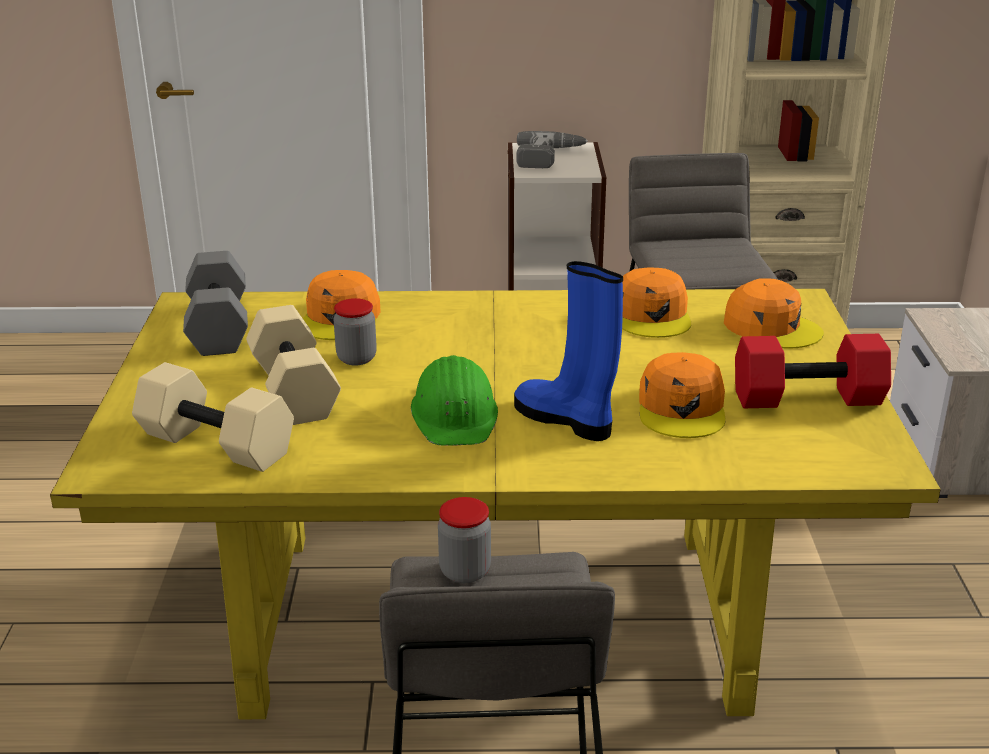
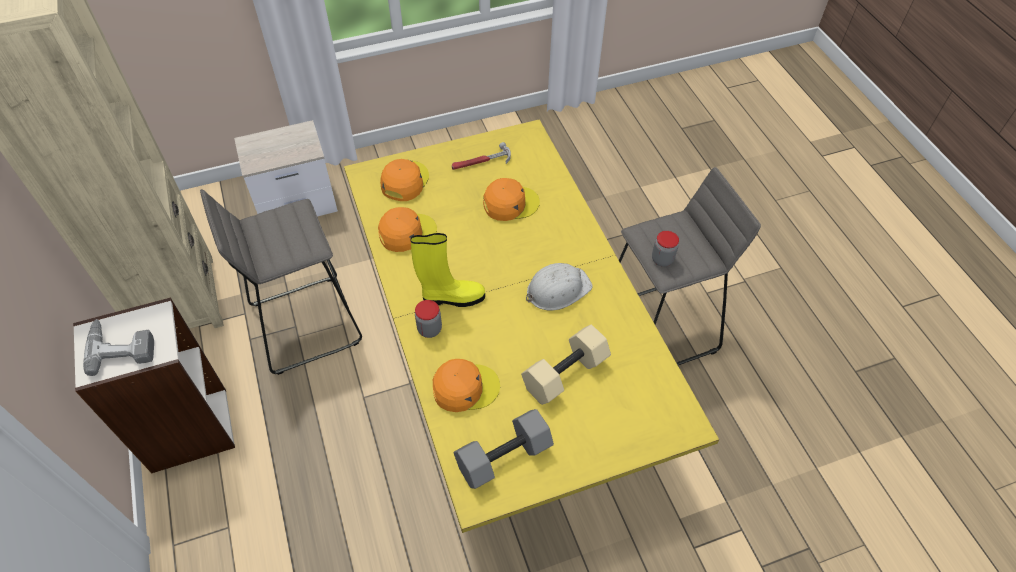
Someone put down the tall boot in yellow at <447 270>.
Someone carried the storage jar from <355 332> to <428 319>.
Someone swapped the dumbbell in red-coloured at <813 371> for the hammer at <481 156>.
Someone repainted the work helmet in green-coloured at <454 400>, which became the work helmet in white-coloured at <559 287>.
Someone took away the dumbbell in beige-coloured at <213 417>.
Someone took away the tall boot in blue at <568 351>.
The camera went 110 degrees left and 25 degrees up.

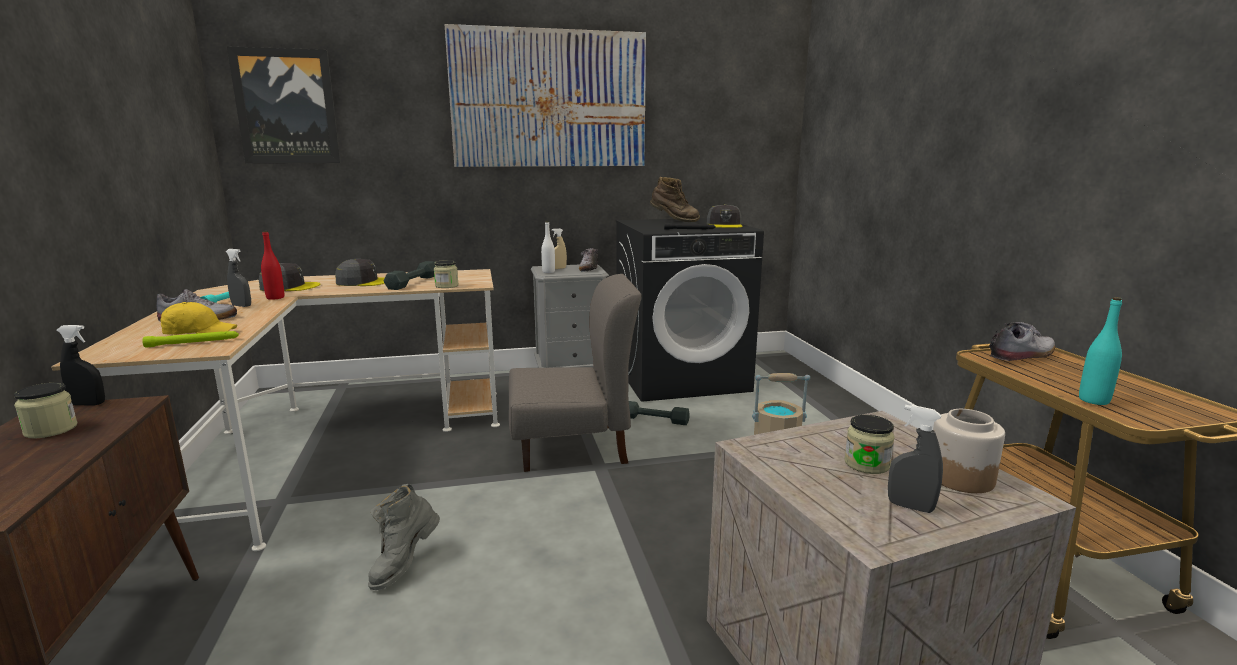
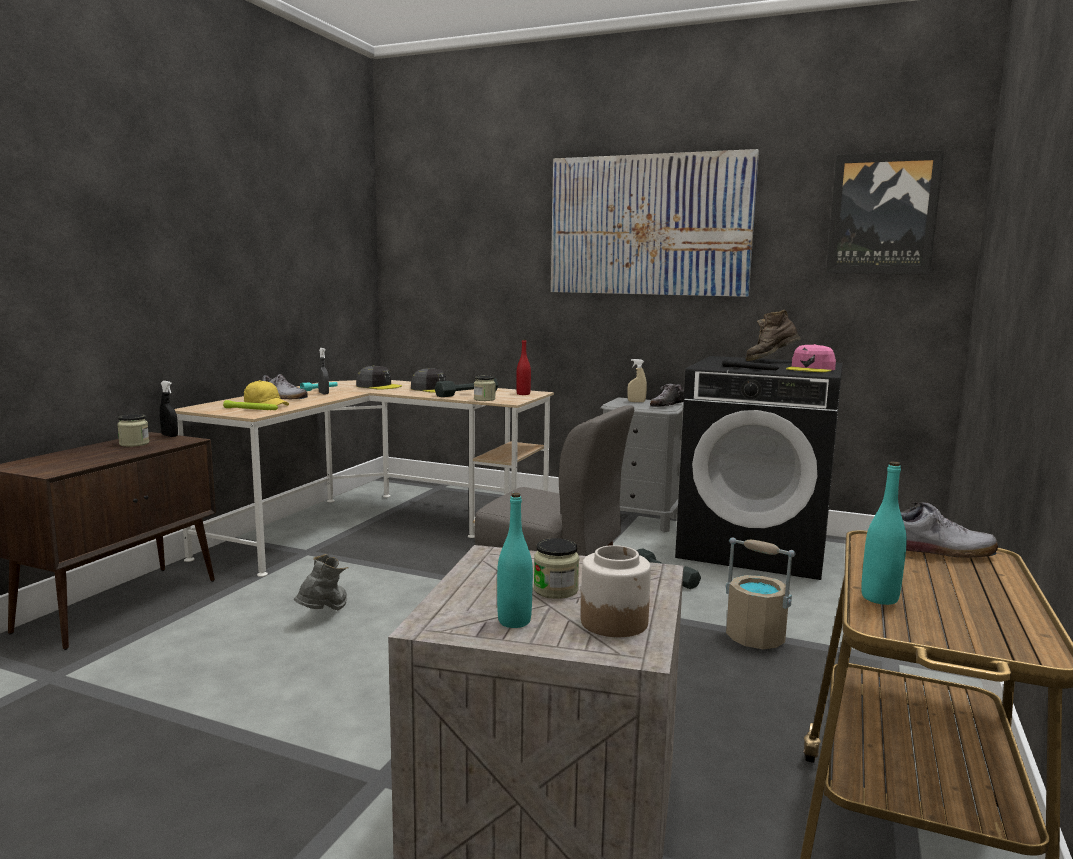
Someone rotated the tall boot in greyish at <404 537> by 135 degrees clockwise.
Someone swapped the hand sprayer in greyish at <915 459> for the drink bottle in blue-green at <515 560>.
Someone carried the drink bottle in red-coloured from <272 265> to <523 367>.
Someone rotated the tall boot in brown at <675 199> by 105 degrees clockwise.
Someone repainted the baseball cap in greyish at <725 216>, which became the baseball cap in pink-coloured at <811 358>.
Someone carried the wall picture from <284 104> to <885 212>.
Someone took away the drink bottle in white-coloured at <548 247>.
The camera went 35 degrees right and 5 degrees down.

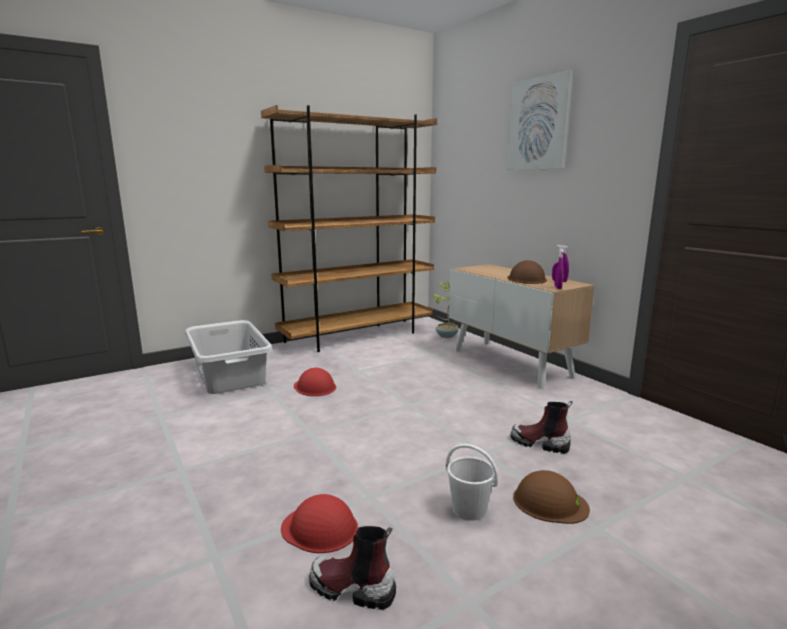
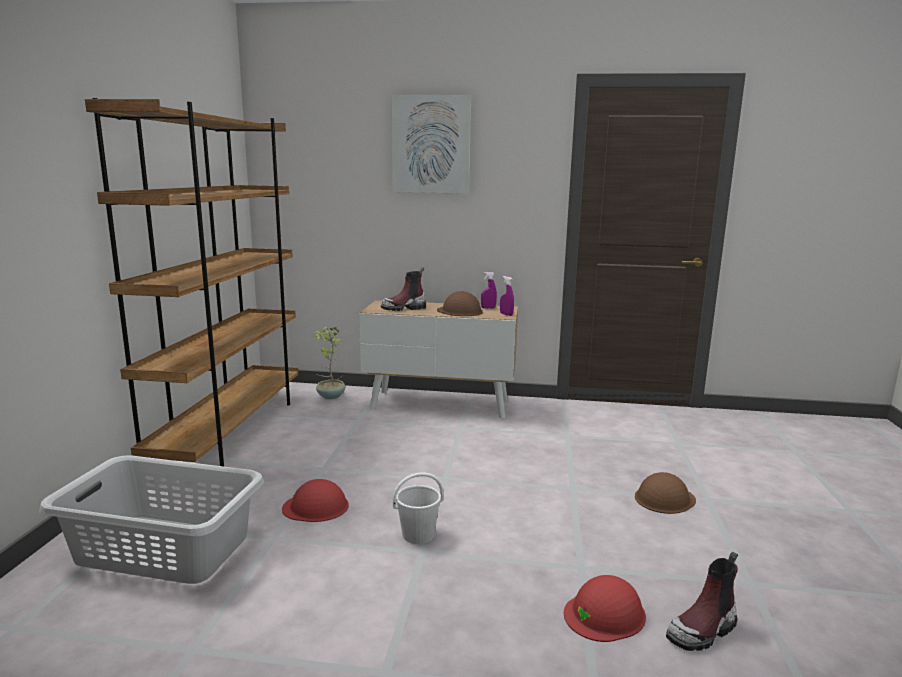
Someone carried the tall boot from <542 427> to <403 289>.
Someone carried the bucket in white-coloured from <472 482> to <418 508>.
The camera went 50 degrees left and 0 degrees up.

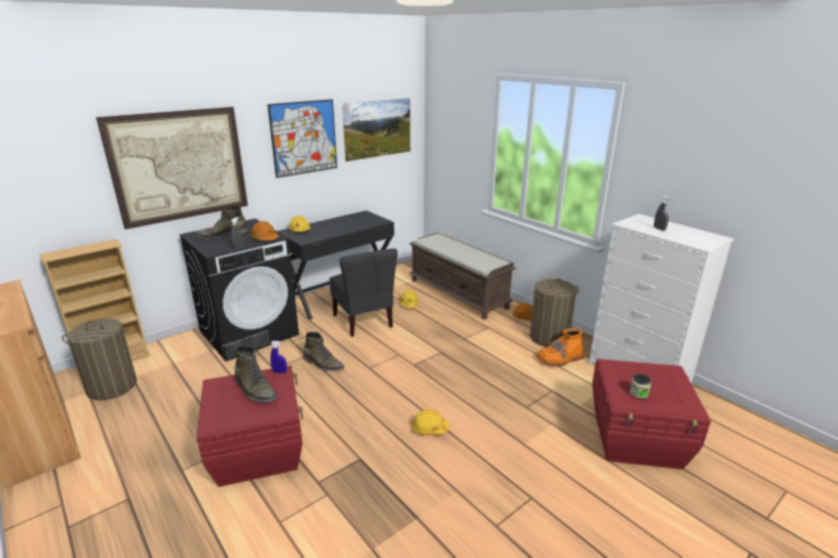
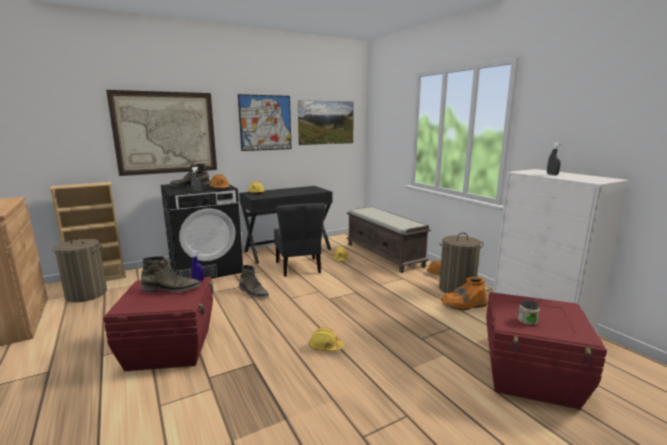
Someone rotated the tall boot in green-coloured at <256 374> by 60 degrees counterclockwise.
The camera went 10 degrees right and 10 degrees down.

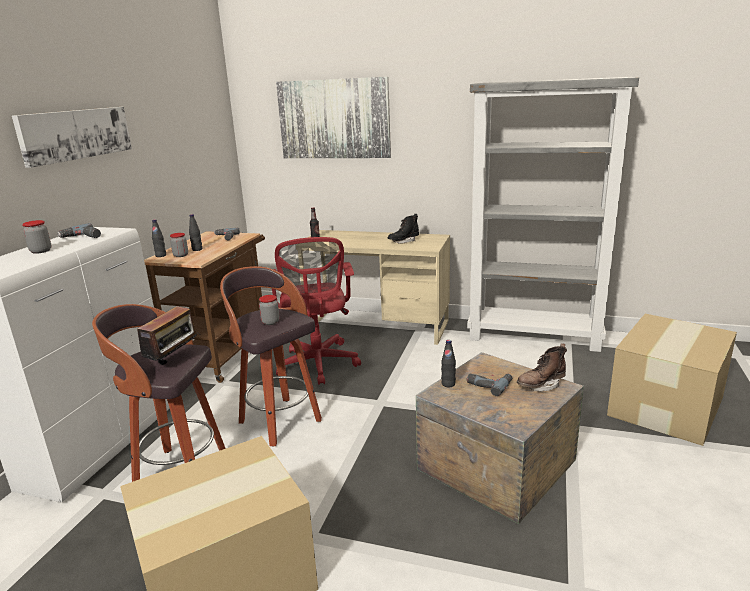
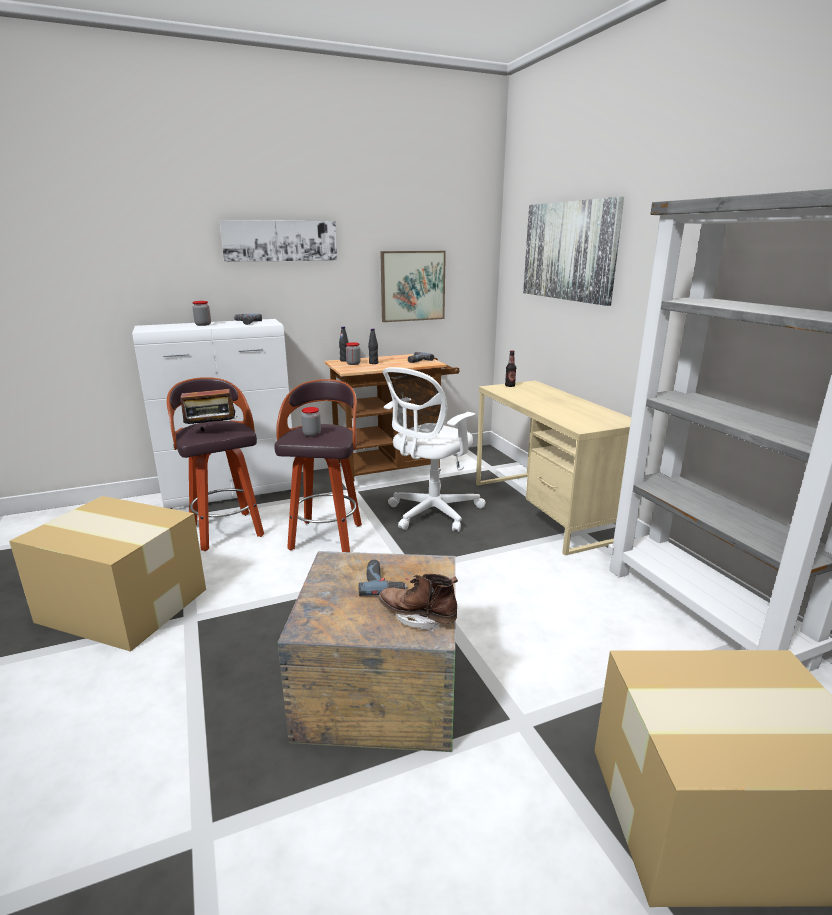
Someone put up the wall picture at <413 286>.
Someone repainted the computer chair in red-coloured at <316 311>, which became the computer chair in white-coloured at <434 449>.
Someone took away the tall boot in black-coloured at <403 228>.
Someone took away the drink bottle in black-coloured at <448 363>.
The camera went 50 degrees right and 0 degrees up.

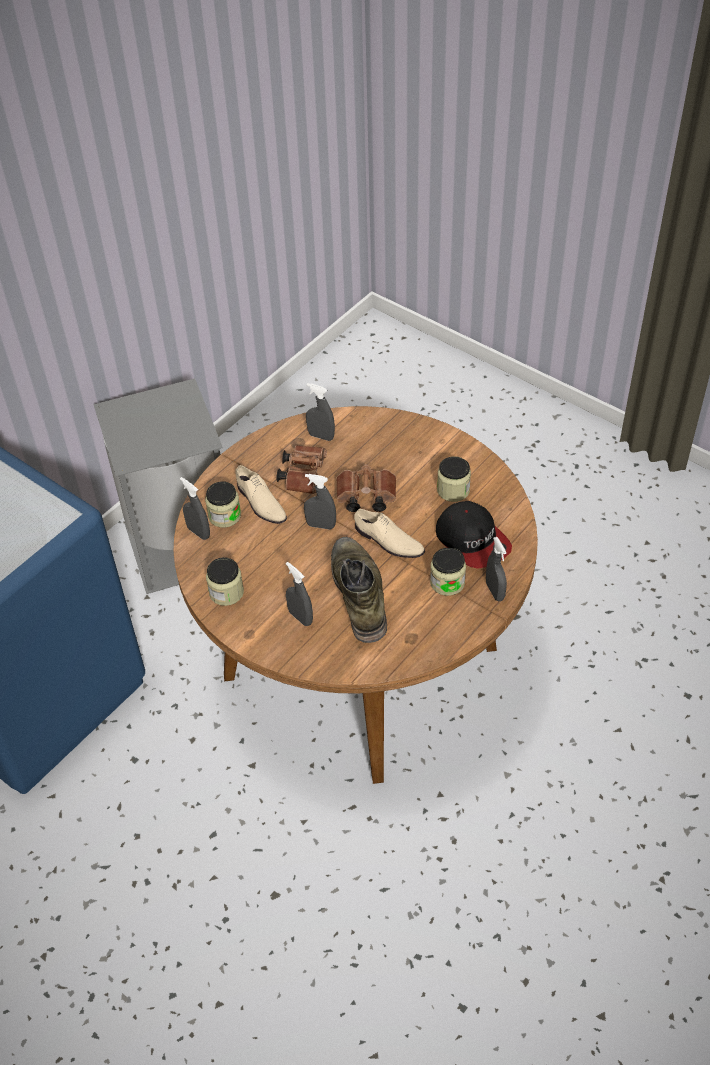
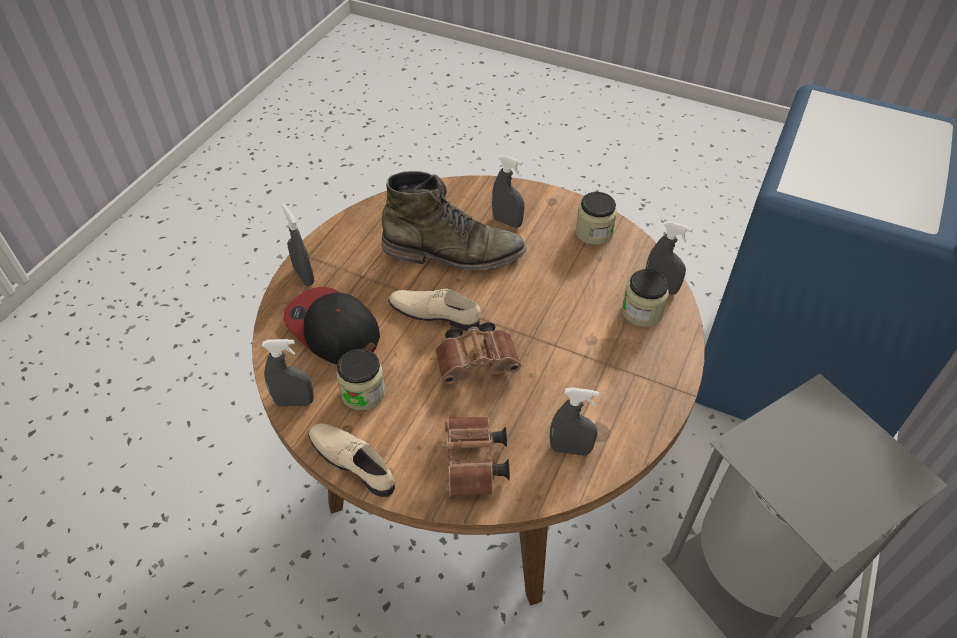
Someone carried the hand sprayer in greyish from <320 502> to <288 372>.
Someone carried the low shoe in beige-coloured from <261 494> to <351 460>.
Someone rotated the tall boot in green-coloured at <359 590> by 60 degrees counterclockwise.
Someone carried the field glasses in brown from <301 469> to <476 457>.
Someone took away the storage jar at <448 572>.
The camera went 165 degrees right and 0 degrees up.

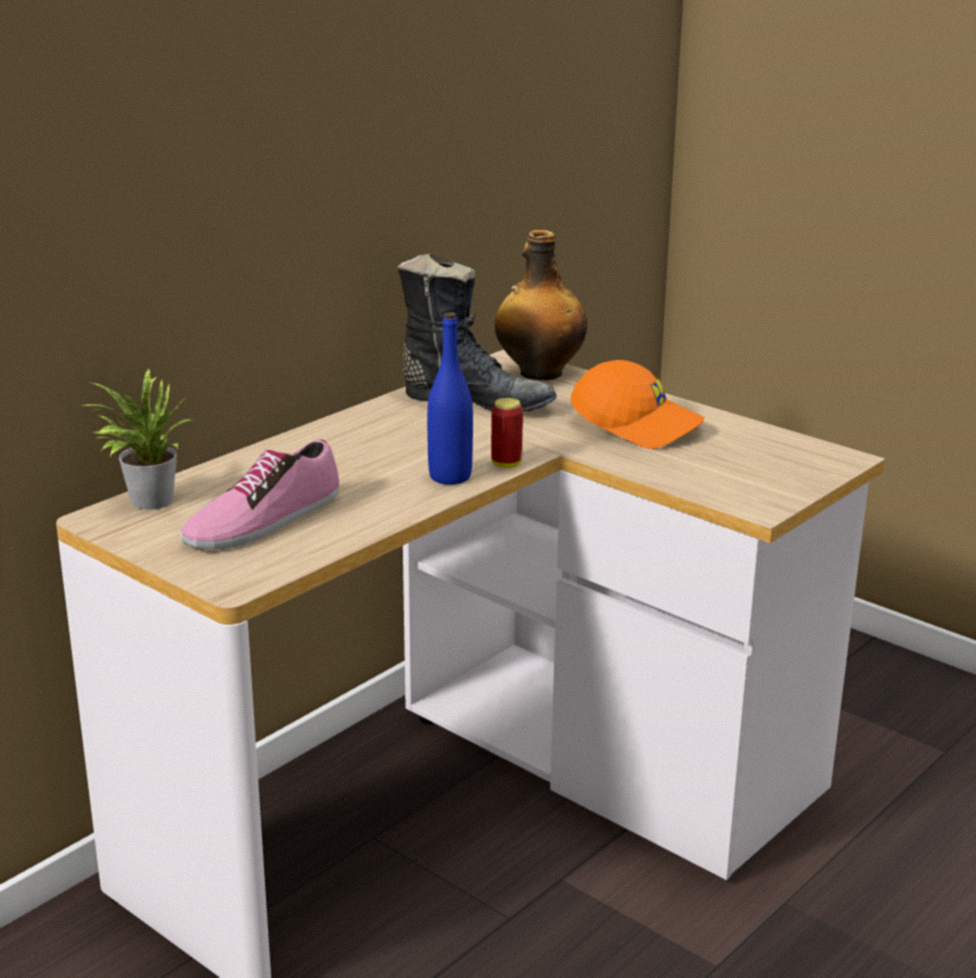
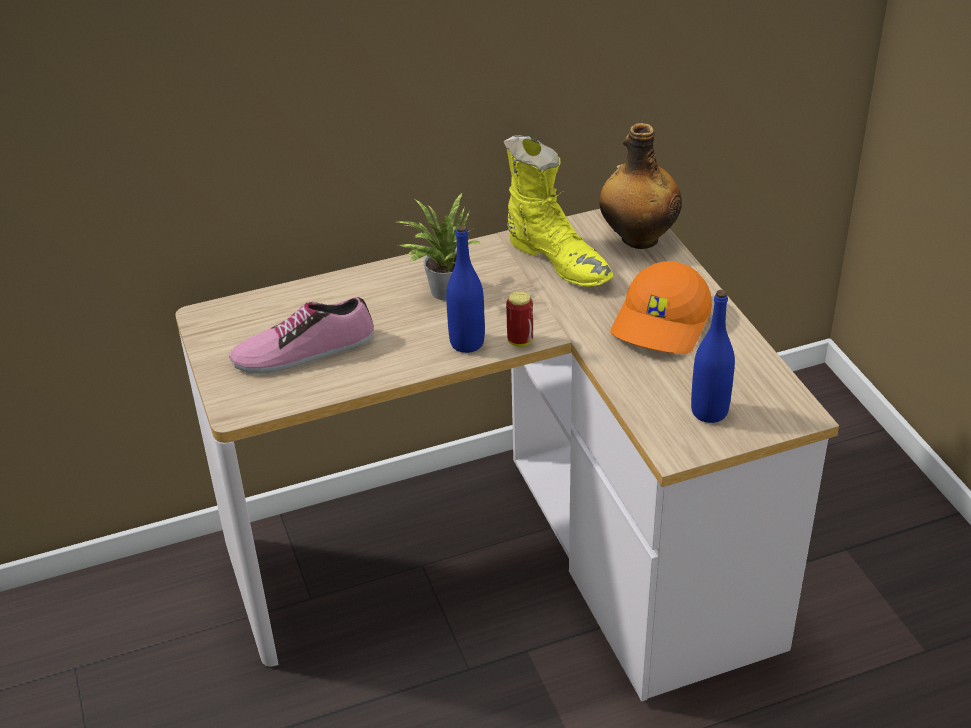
Someone carried the houseplant from <137 439> to <439 246>.
Someone repainted the tall boot in black-coloured at <477 332>, which became the tall boot in yellow at <558 211>.
Someone rotated the baseball cap in orange-coloured at <637 404> by 60 degrees clockwise.
Someone put down the drink bottle in blue at <713 356>.
The camera went 30 degrees right and 15 degrees up.

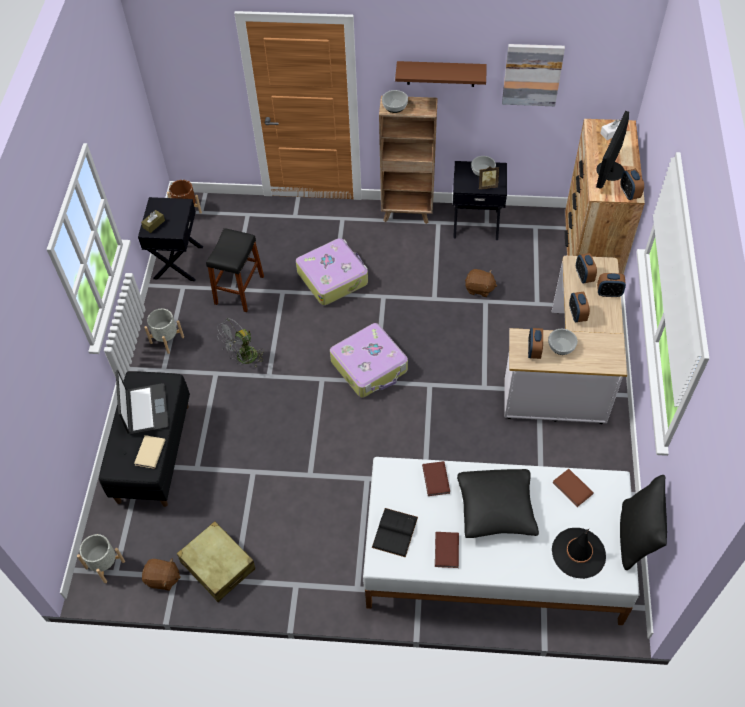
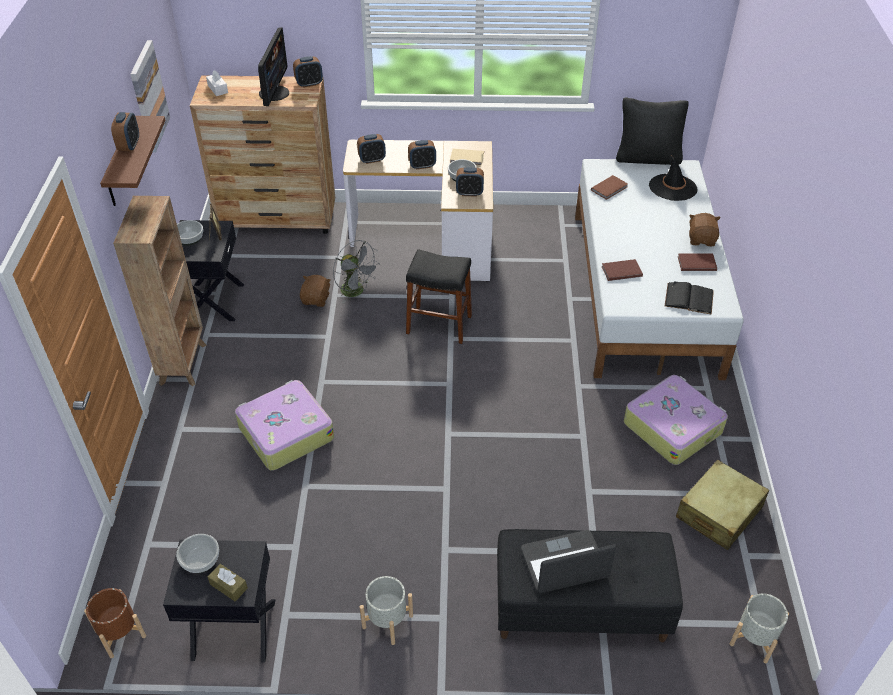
Someone carried the alarm clock from <611 285> to <125 131>.
Someone carried the bowl from <395 101> to <197 553>.
Someone rotated the computer display at <612 150> by 105 degrees counterclockwise.
Someone carried the cooling fan in greyish from <240 343> to <356 272>.
Someone carried the stool in black-coloured from <235 270> to <439 296>.
Someone carried the bound book in beige-coloured from <149 452> to <467 157>.
Someone carried the piece of luggage from <369 360> to <676 420>.
Someone carried the soft toy in brown from <161 574> to <705 229>.
Someone took away the cushion in black-coloured at <498 503>.
The camera went 95 degrees left and 10 degrees down.

